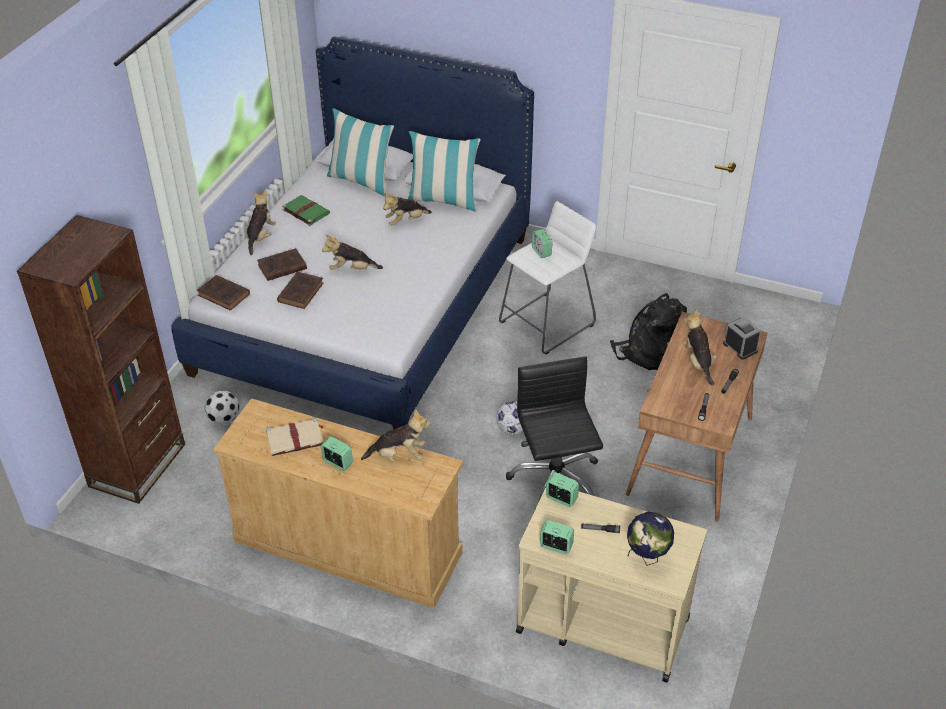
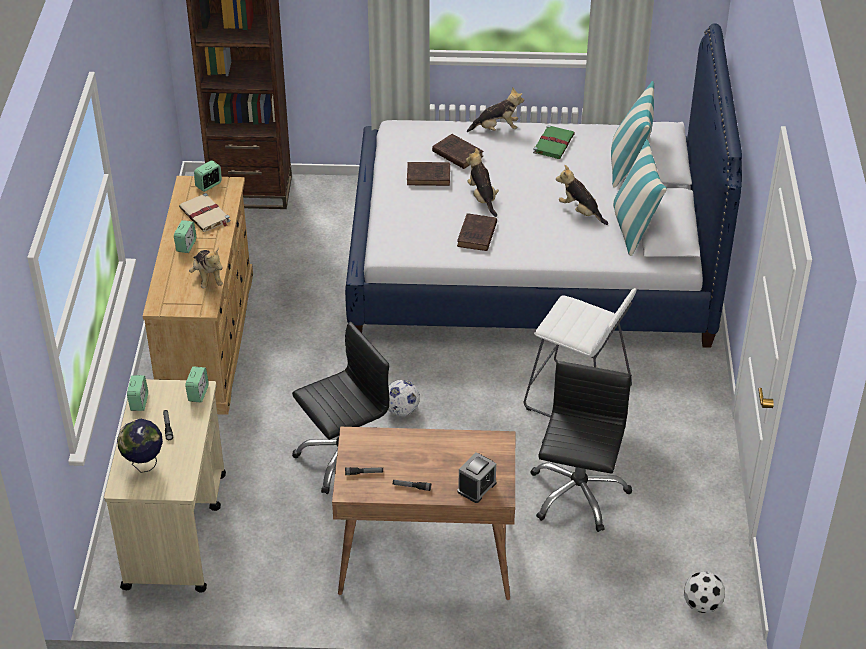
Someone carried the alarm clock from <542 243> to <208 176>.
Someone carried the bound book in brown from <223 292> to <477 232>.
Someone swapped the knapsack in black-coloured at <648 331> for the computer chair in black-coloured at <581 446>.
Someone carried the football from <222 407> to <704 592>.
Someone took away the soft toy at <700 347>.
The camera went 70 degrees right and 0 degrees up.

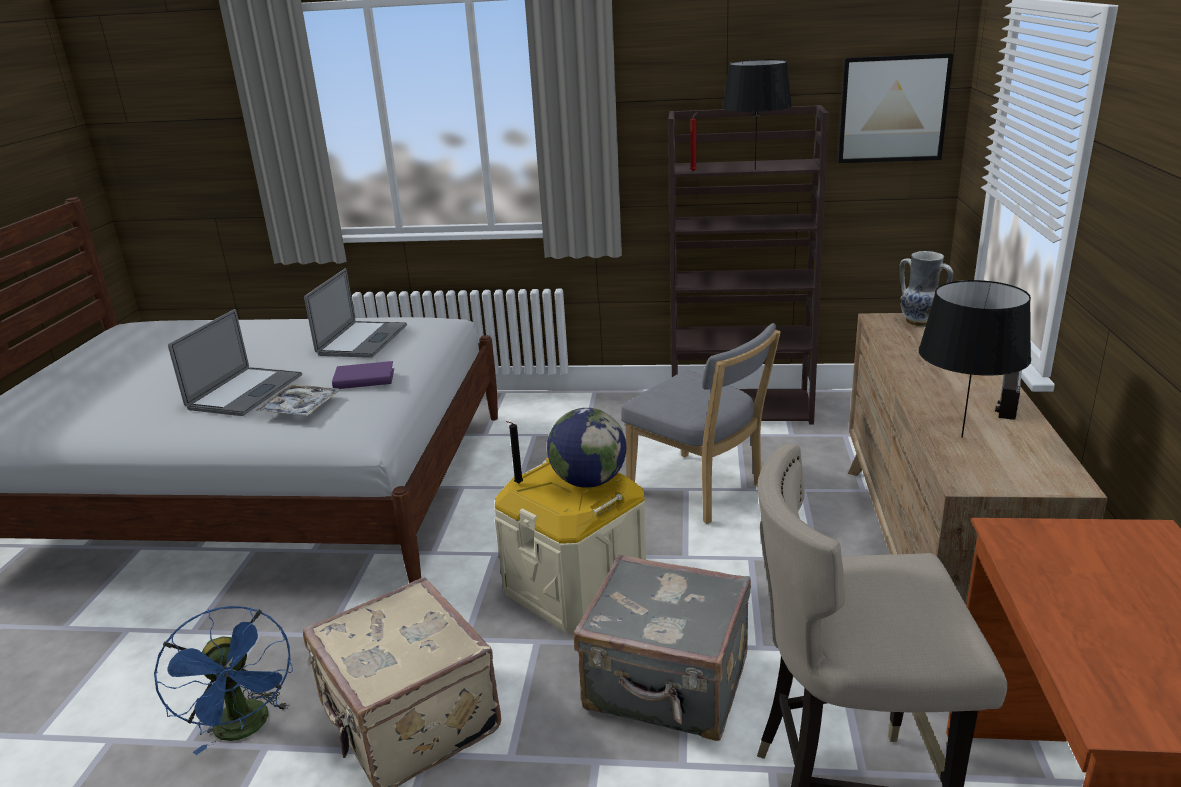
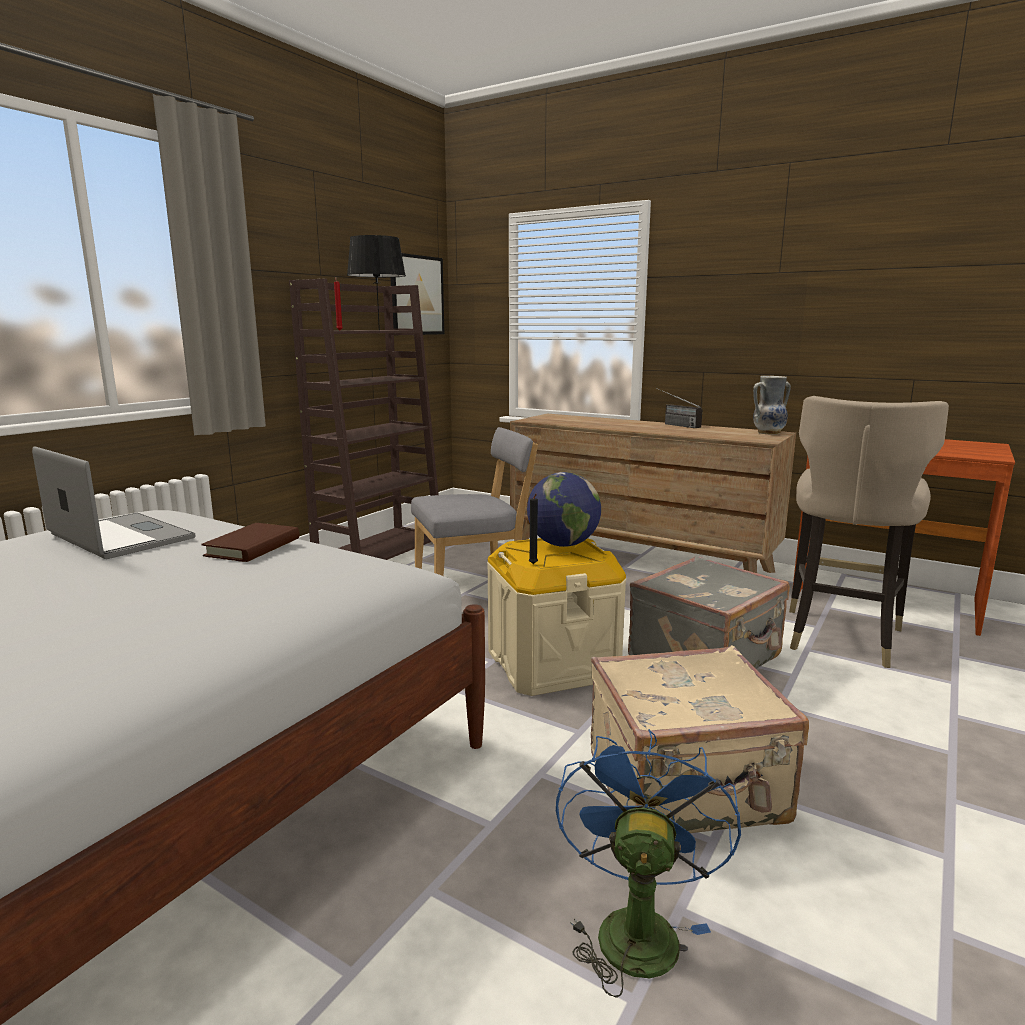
Someone repainted the bound book in purple-coloured at <363 375>, which became the bound book in brown at <250 542>.
Someone rotated the cooling fan in blue at <223 680> by 75 degrees counterclockwise.
Someone carried the flower vase from <926 288> to <772 405>.
Someone took away the portable computer at <235 362>.
Someone took away the tray at <297 400>.
Someone took away the lamp for a table in black-coloured at <975 359>.
The camera went 65 degrees left and 10 degrees down.

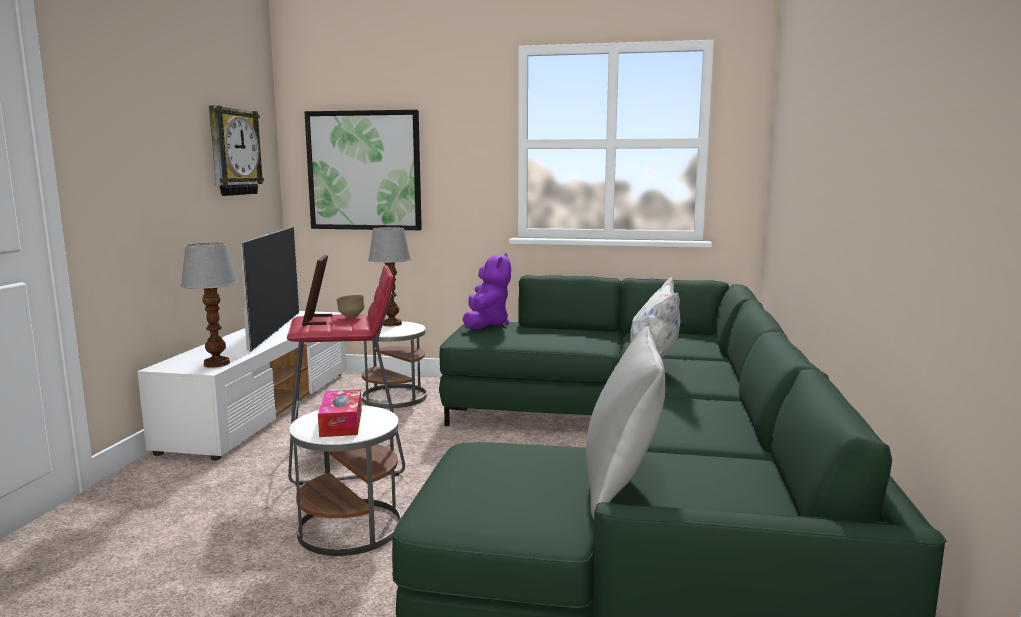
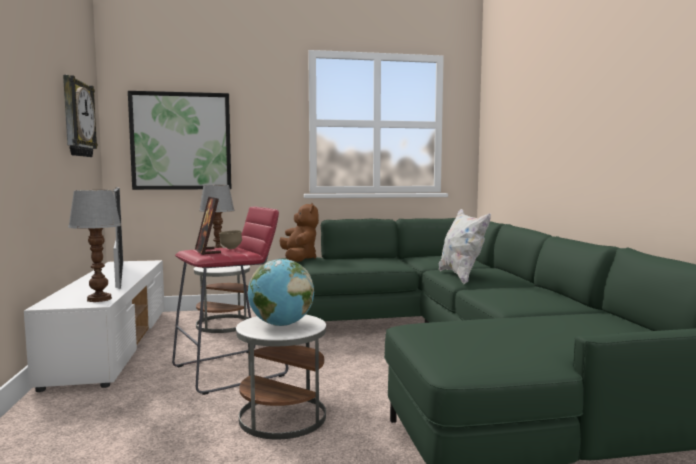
Someone swapped the tissue holder at <340 413> for the world globe at <281 292>.
Someone repainted the soft toy in purple-coloured at <487 291>, which became the soft toy in brown at <299 232>.
Someone took away the cushion in greyish at <625 422>.
The camera went 20 degrees left and 5 degrees down.

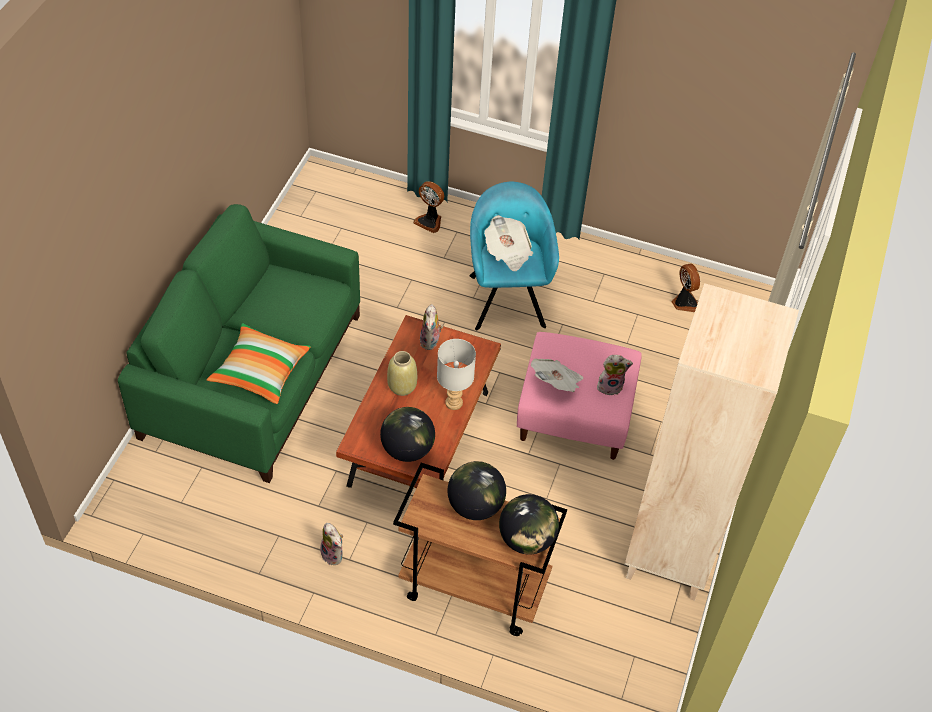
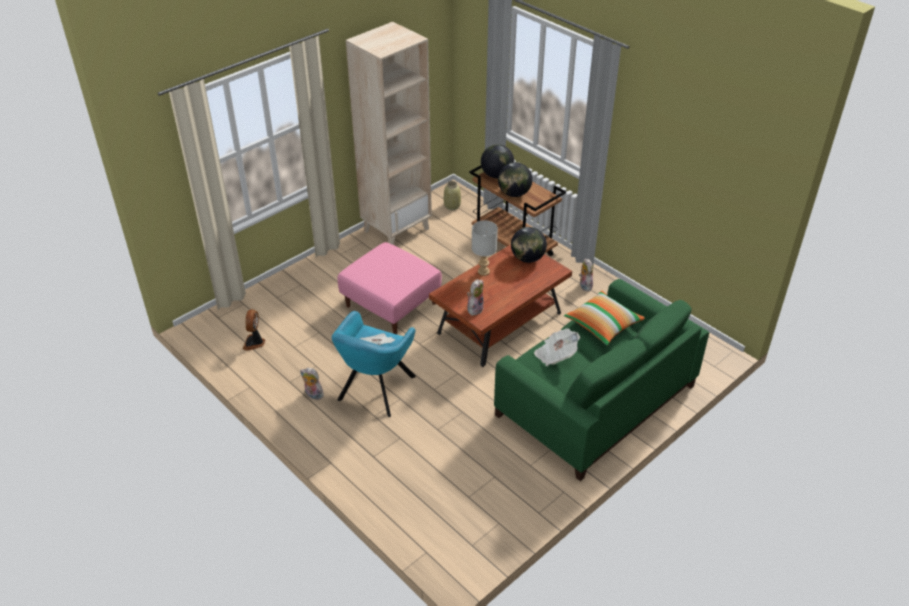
Someone carried the soft toy from <615 375> to <312 384>.
Someone carried the flower vase in beige-coloured from <402 373> to <452 195>.
Someone carried the daily paper from <557 375> to <557 347>.
Someone took away the cooling fan at <428 207>.
The camera went 150 degrees left and 10 degrees down.

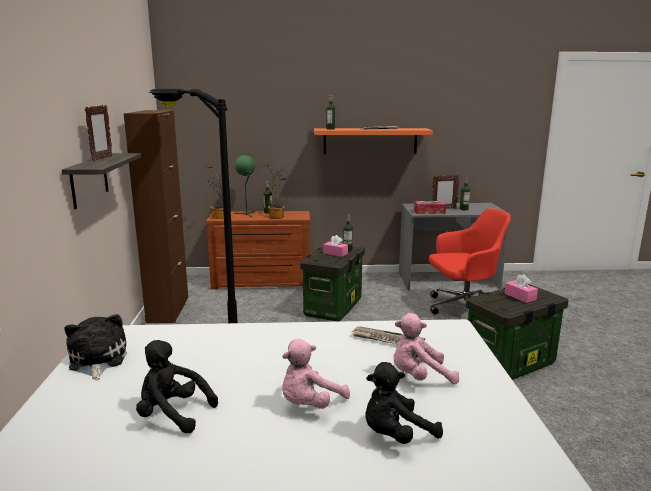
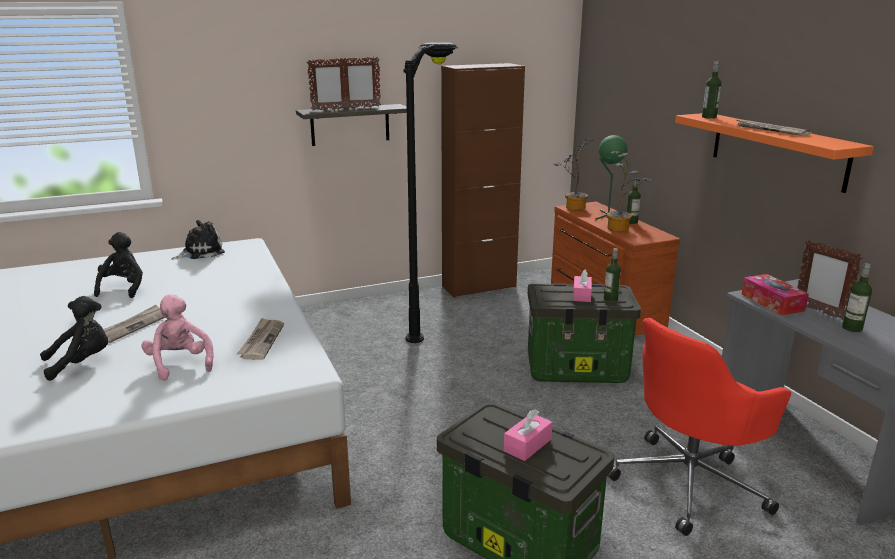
Someone rotated the soft toy in black-coloured at <404 403> by 105 degrees clockwise.
Someone swapped the soft toy in pink-coloured at <316 374> for the daily paper at <133 324>.
Someone put down the picture frame at <328 84>.
Someone rotated the computer chair in red-coloured at <470 261> by 90 degrees clockwise.
The camera went 70 degrees right and 5 degrees up.

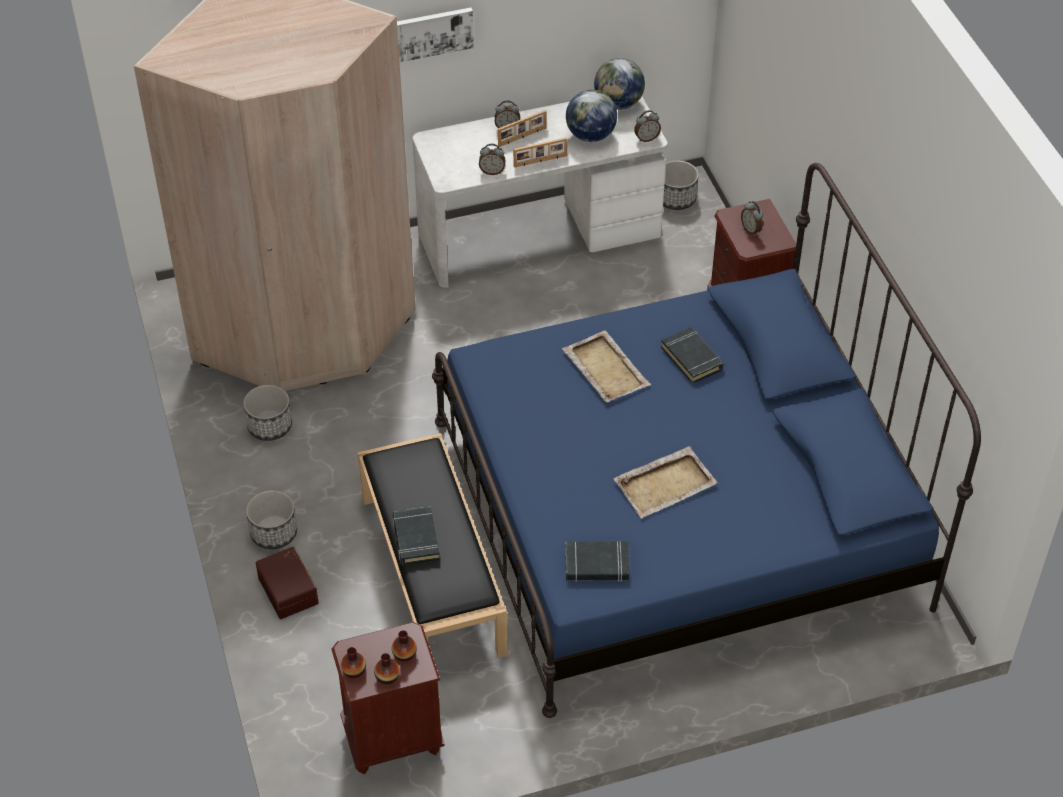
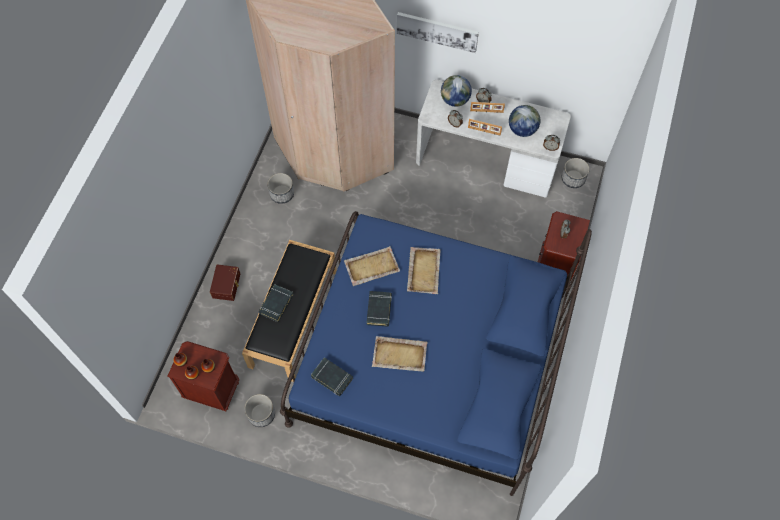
Someone carried the planter from <271 519> to <259 410>.
Someone put down the tray in beige-coloured at <372 266>.
Someone carried the bound book in black-coloured from <692 355> to <379 309>.
Someone carried the world globe from <619 84> to <456 91>.
The camera went 35 degrees right and 15 degrees up.

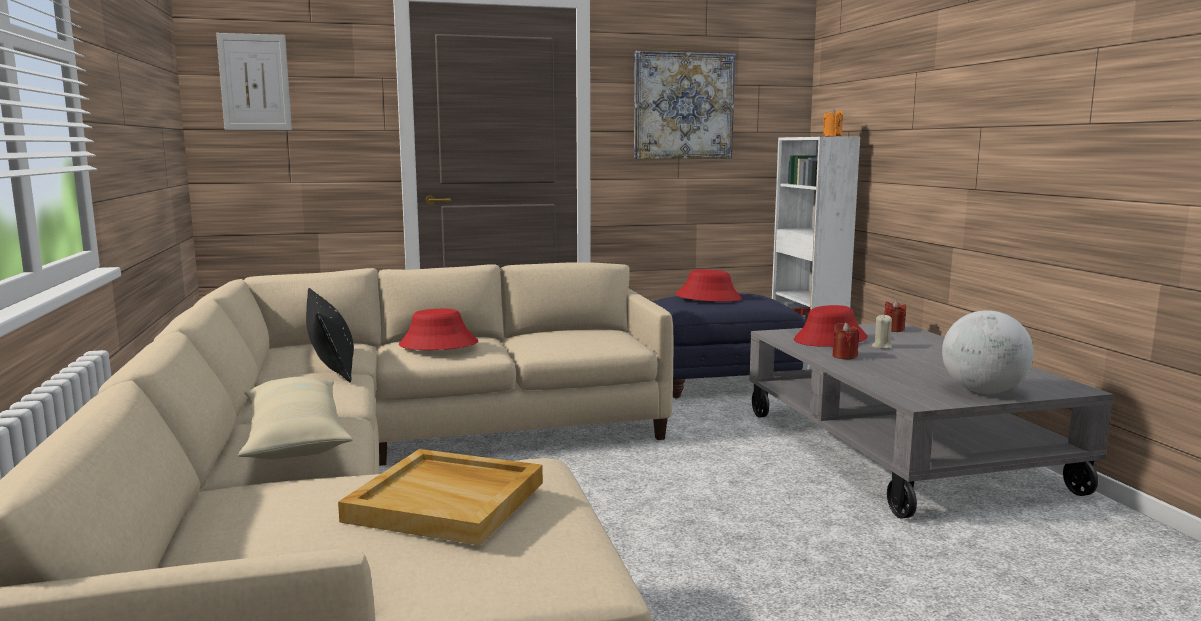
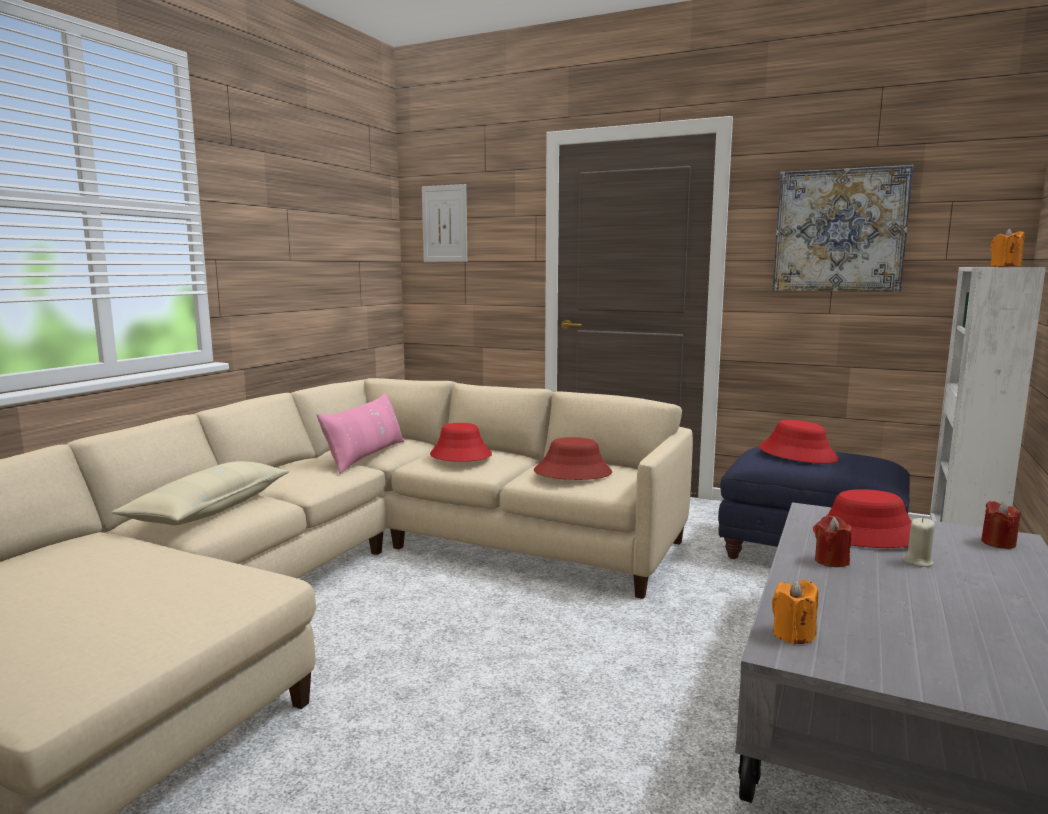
Someone repainted the cushion in black-coloured at <330 335>, which became the cushion in pink-coloured at <360 433>.
Someone put down the wearable hat in red-coloured at <573 458>.
Someone put down the wax candle in orange-coloured at <795 612>.
Someone took away the tray in beige-coloured at <440 497>.
Someone took away the world globe at <988 352>.
The camera went 40 degrees right and 0 degrees up.

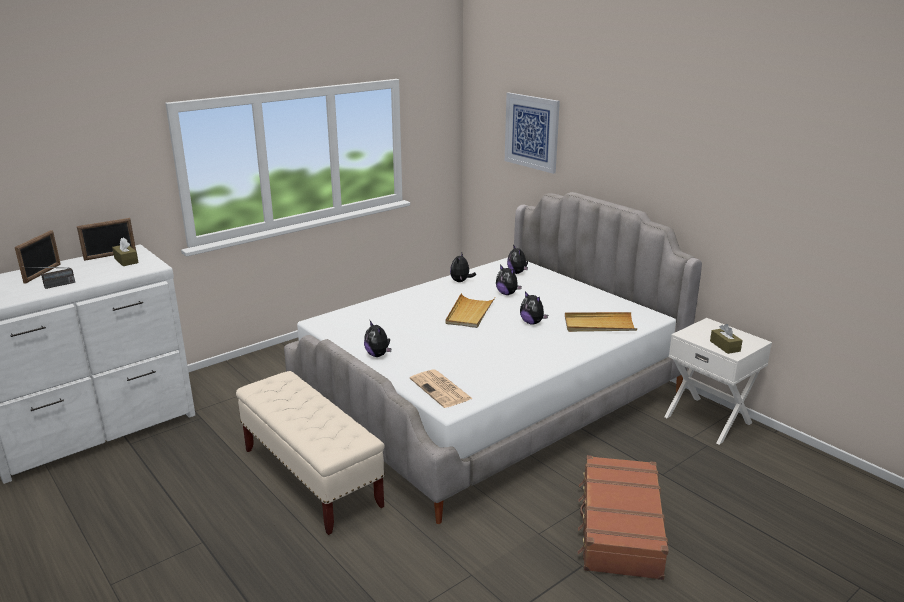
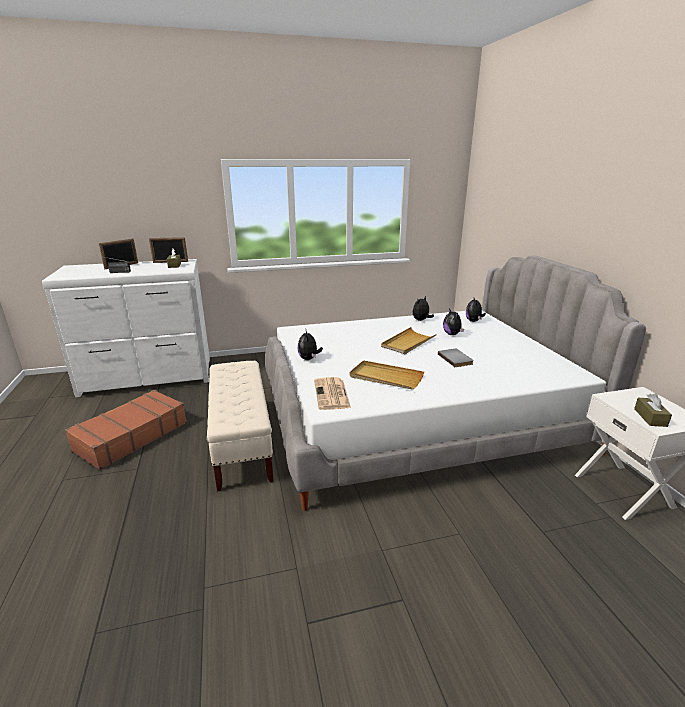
Someone carried the piece of luggage in brown from <623 517> to <126 430>.
Someone carried the tray in beige-coloured from <601 322> to <387 374>.
Someone swapped the soft toy at <534 308> for the bound book in greyish at <456 358>.
Someone took away the wall picture at <532 133>.
The camera went 25 degrees right and 0 degrees up.

